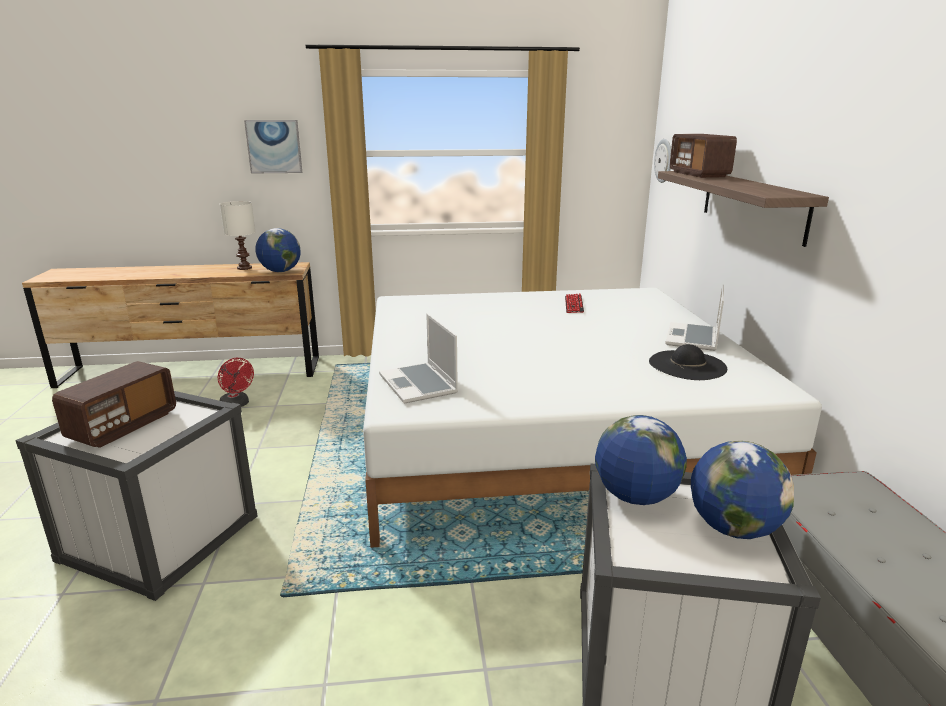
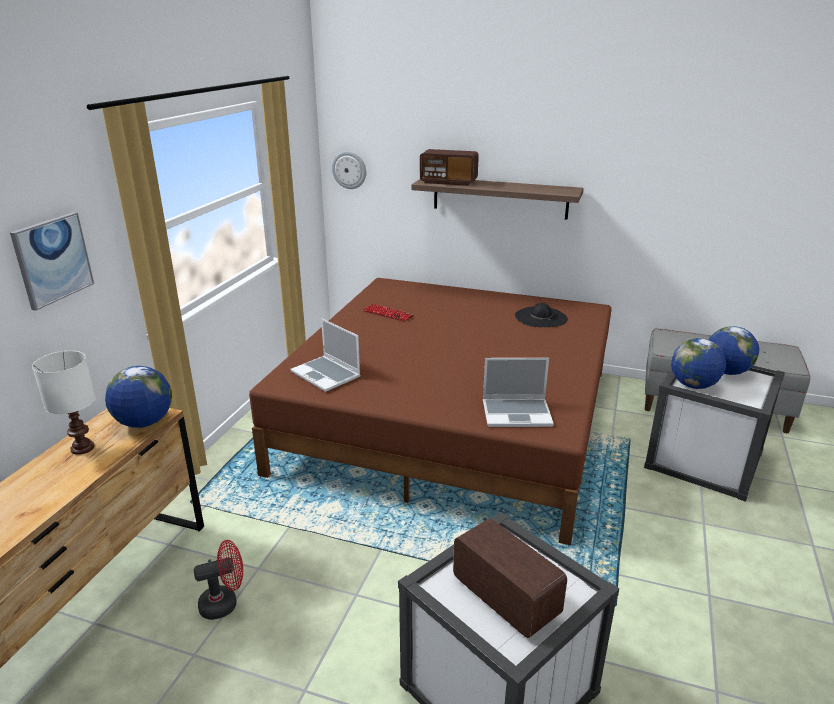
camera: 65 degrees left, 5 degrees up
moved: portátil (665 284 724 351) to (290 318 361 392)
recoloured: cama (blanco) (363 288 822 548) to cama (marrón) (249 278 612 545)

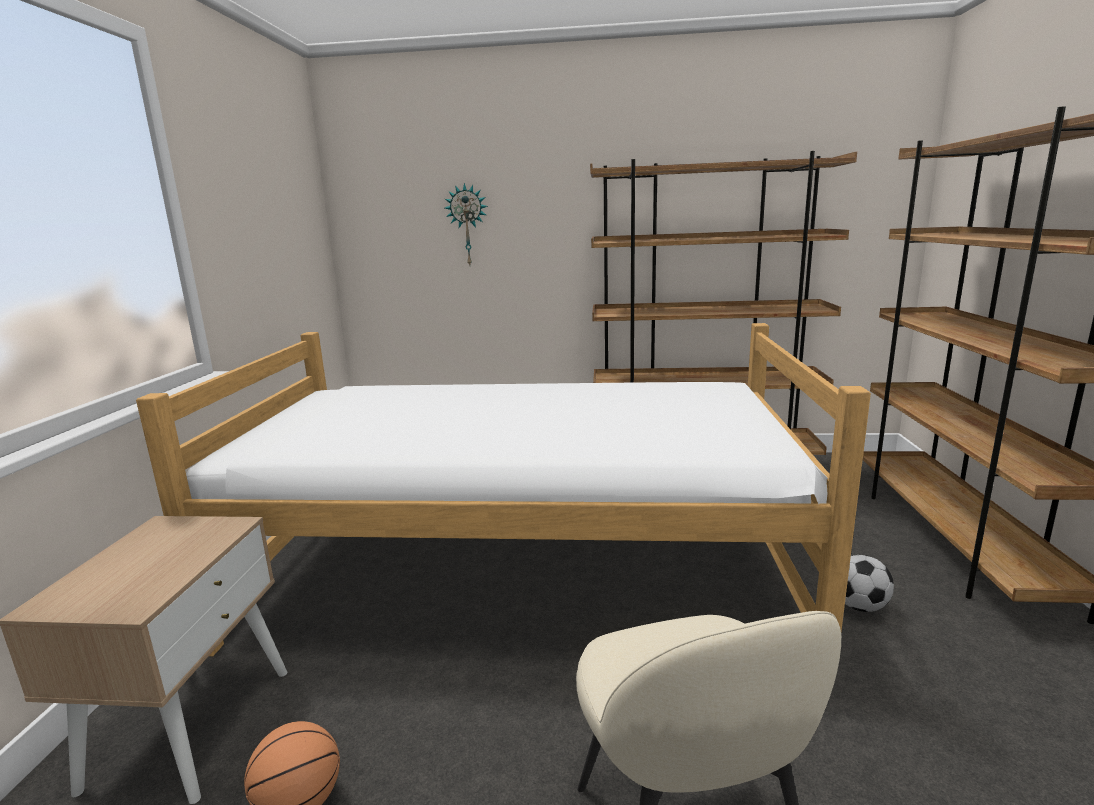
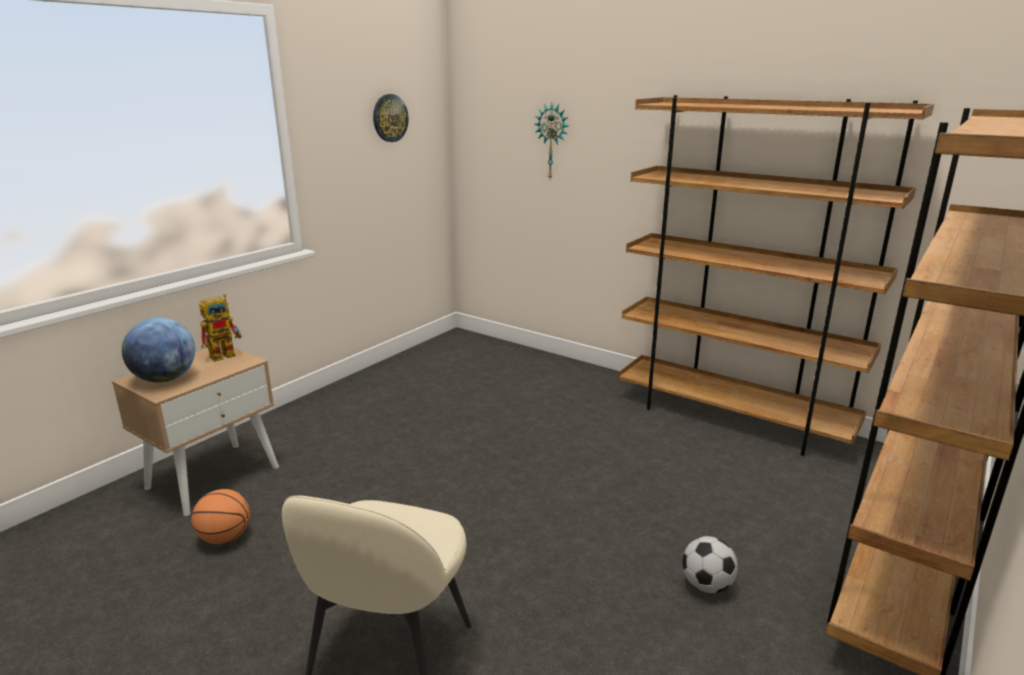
camera: 30 degrees right, 5 degrees up
removed: cama (136 323 871 656)
added: globo terráqueo (122 317 195 383); robot de juguete (199 294 242 362); reloj de pared (373 94 409 142)

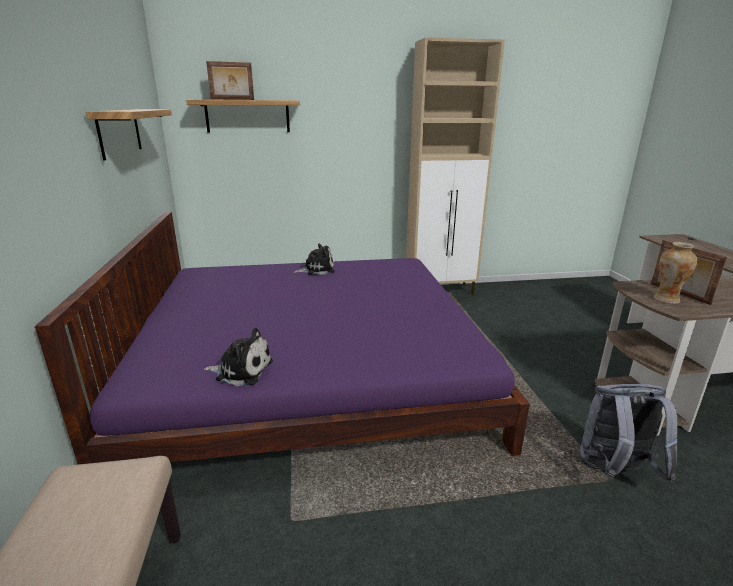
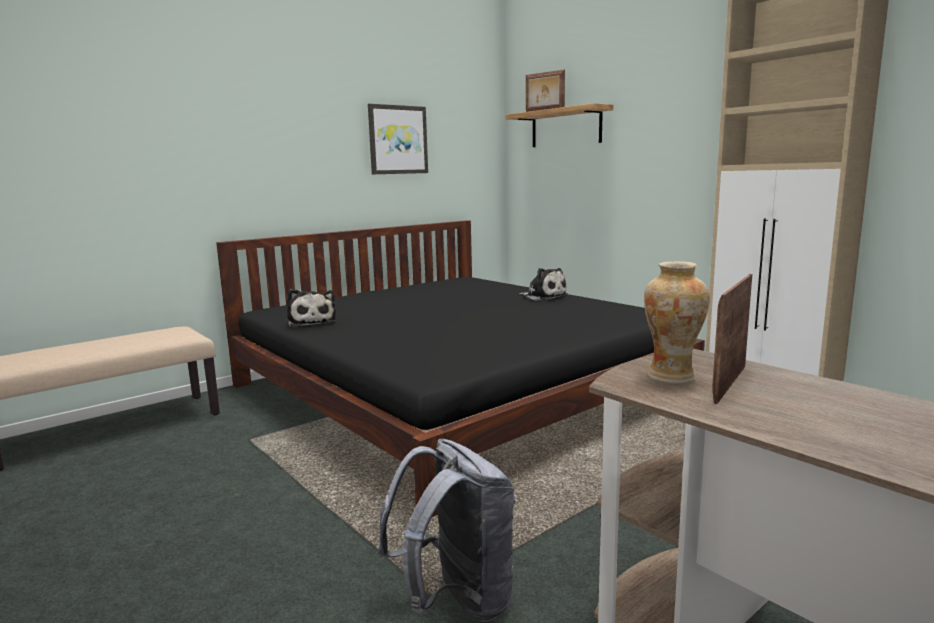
camera: 60 degrees right, 10 degrees down
replaced: estante (86 109 172 161) to cuadro (368 104 428 174)
recoloured: cama (morado) (35 212 530 464) to cama (negro) (216 220 705 517)

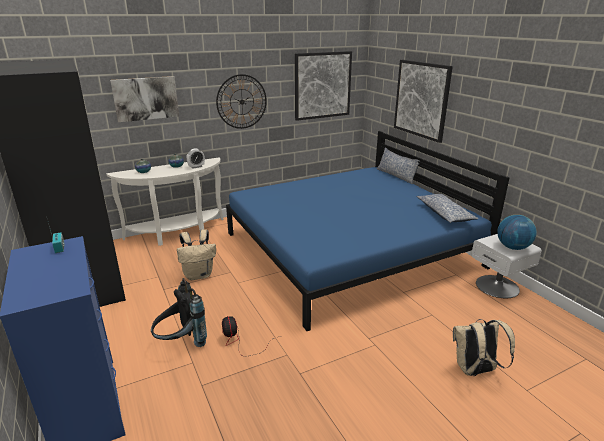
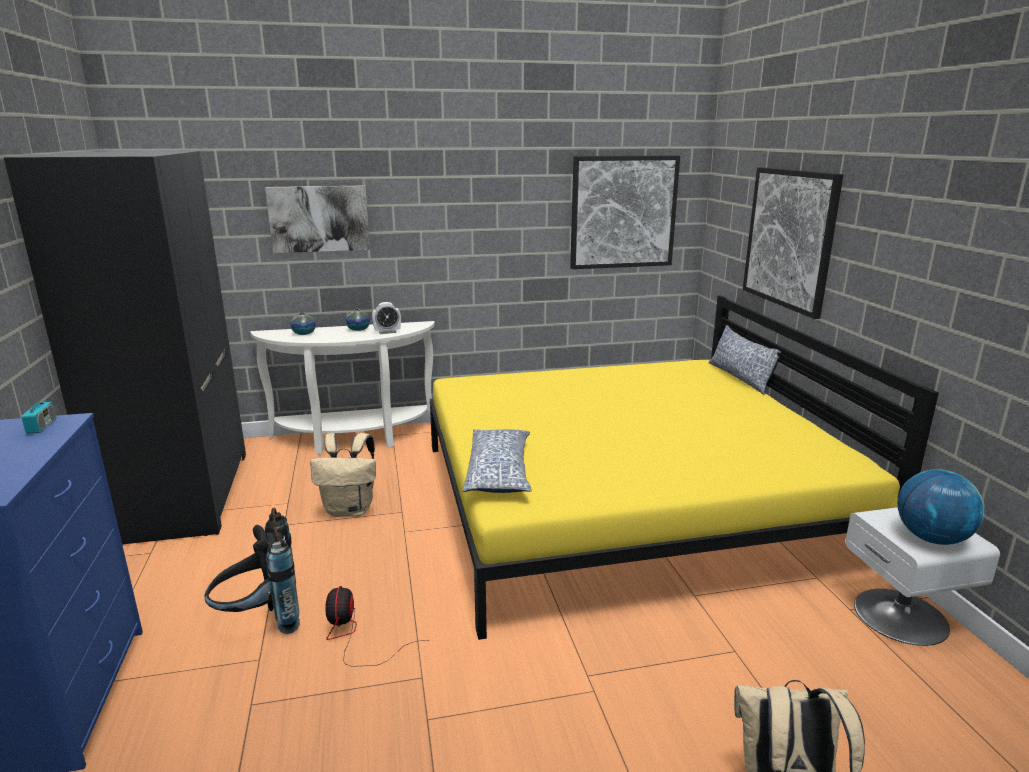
camera: 15 degrees right, 5 degrees down
removed: reloj de pared (216 74 267 129)
moved: cojín (416 194 478 223) to (463 429 532 493)
recoloured: cama (azul) (226 131 510 331) to cama (amarillo) (430 295 939 640)

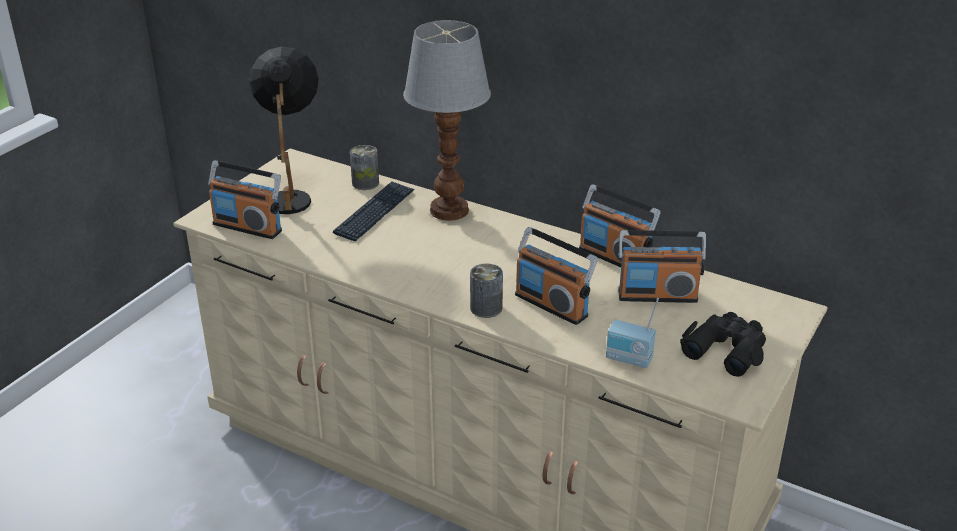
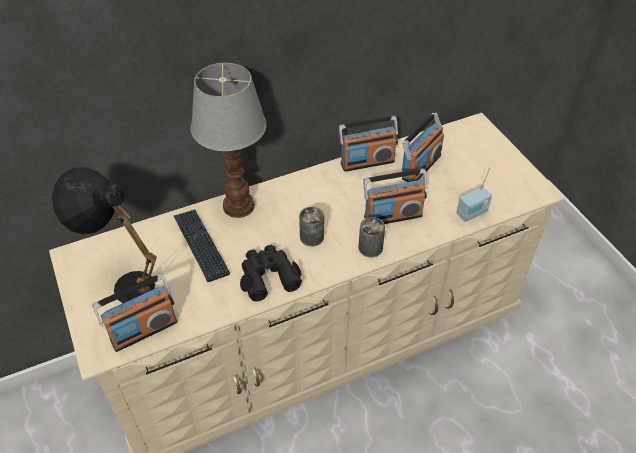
camera: 55 degrees left, 15 degrees up
moved: lata (350 145 379 190) to (299 207 324 246); prismáticos (negro) (680 312 766 377) to (240 245 302 301)

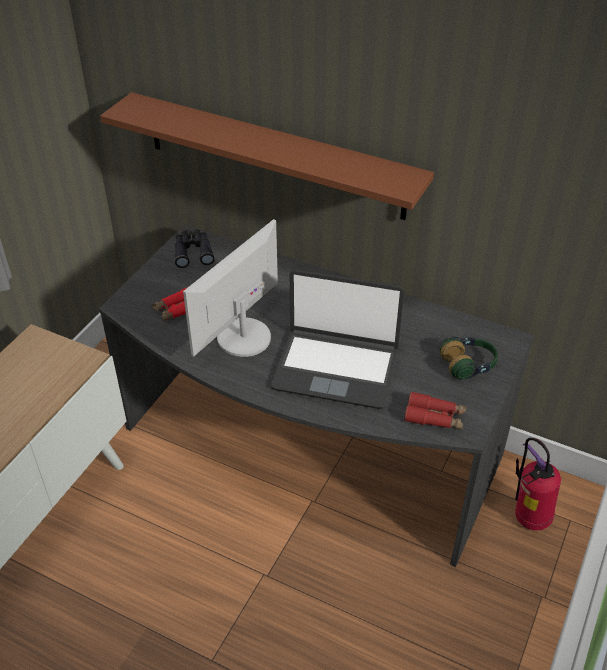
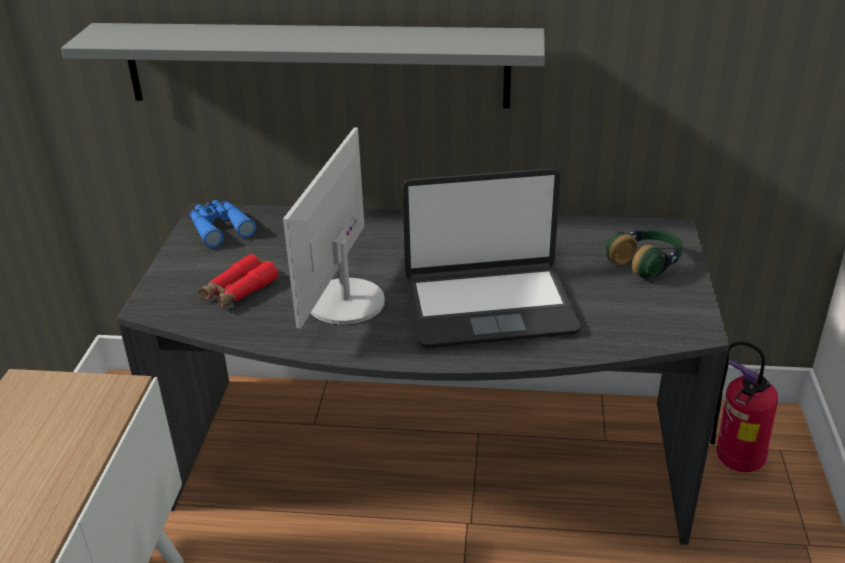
camera: 20 degrees left, 10 degrees down
removed: prismáticos (rojo) (404 392 467 429)
recoloured: estante (marrón) (100 92 434 220) to estante (gris) (61 23 545 108); prismáticos (negro) (175 229 215 268) to prismáticos (azul) (190 200 256 248)

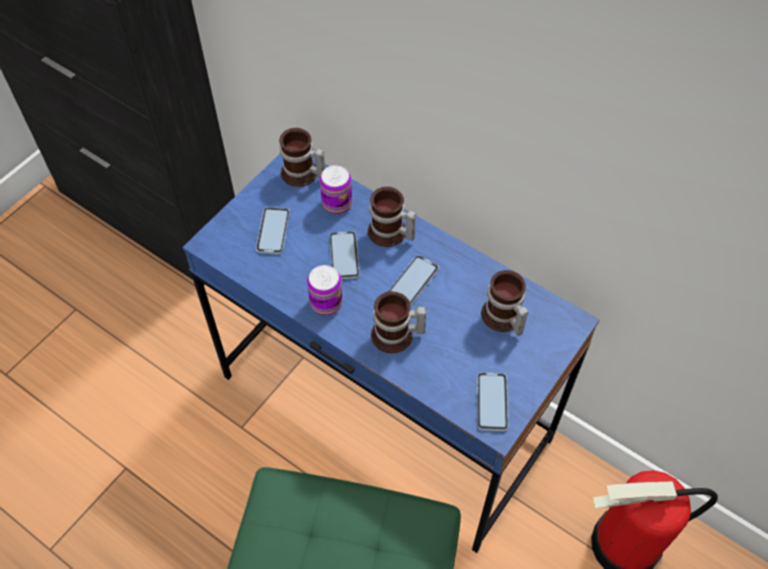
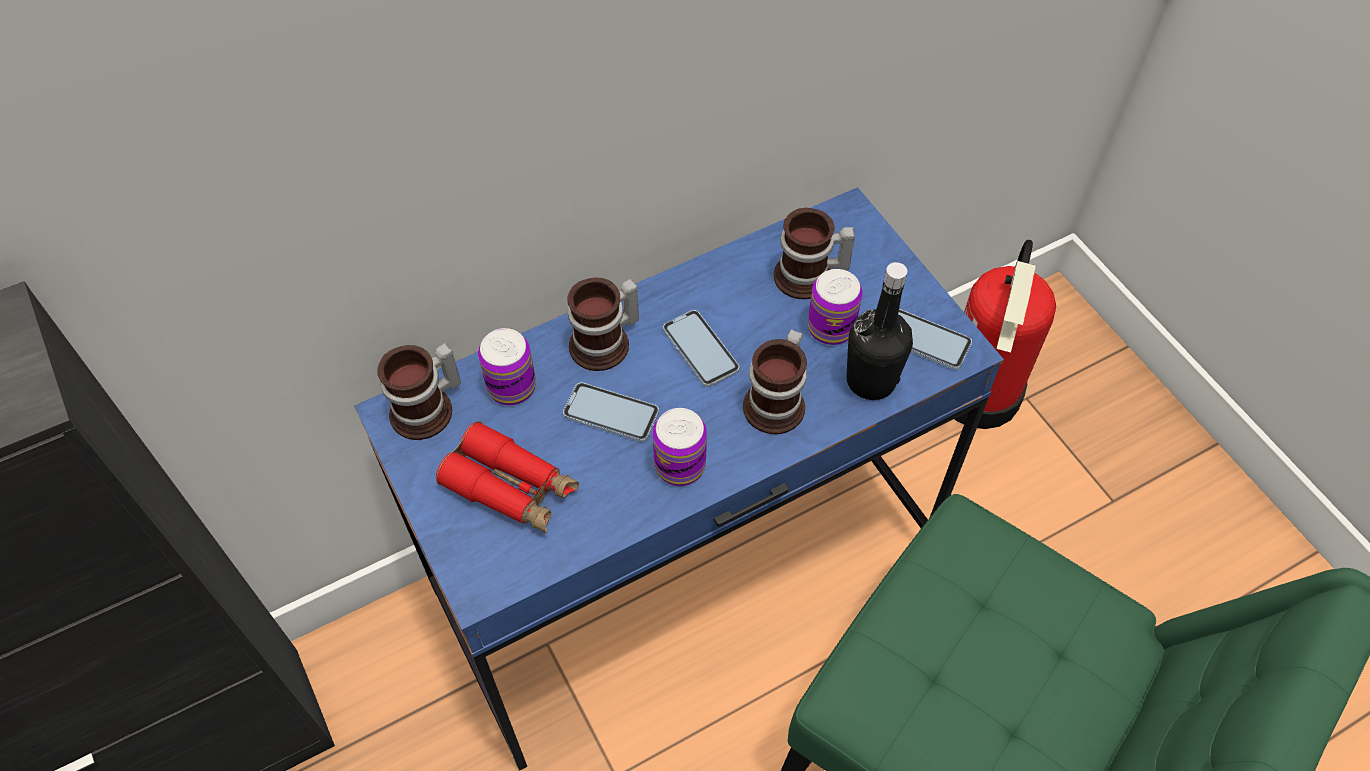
camera: 65 degrees left, 0 degrees up
added: lata (808 269 862 345); botella (negro) (846 262 913 400)
replaced: móvil (256 207 290 254) to prismáticos (rojo) (436 421 579 533)

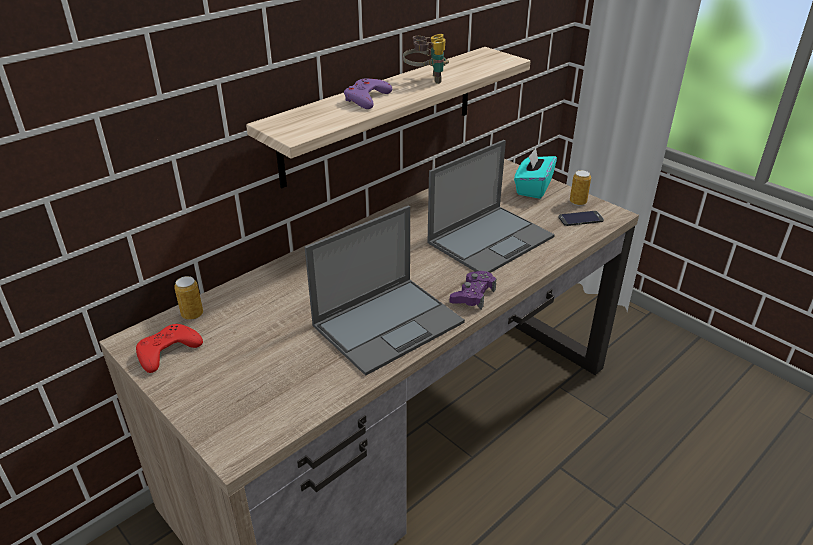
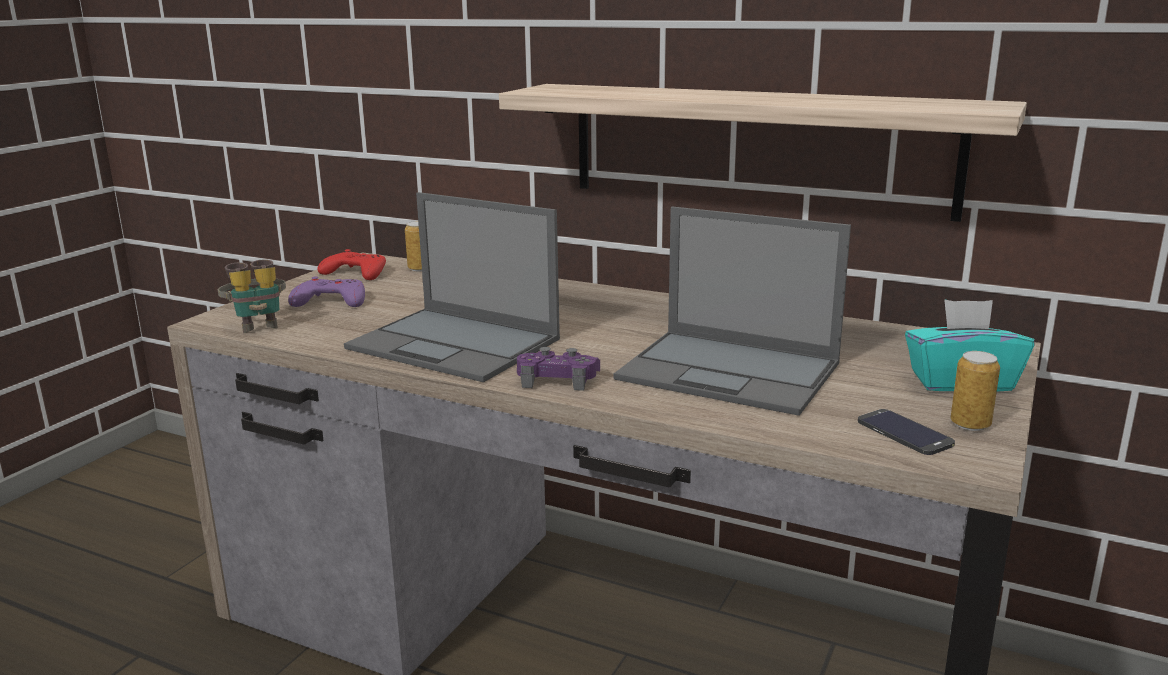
camera: 70 degrees right, 15 degrees down
moved: mando de consola (morado) (344 79 392 109) to (288 276 365 307); prismáticos (403 34 449 84) to (218 260 286 333)

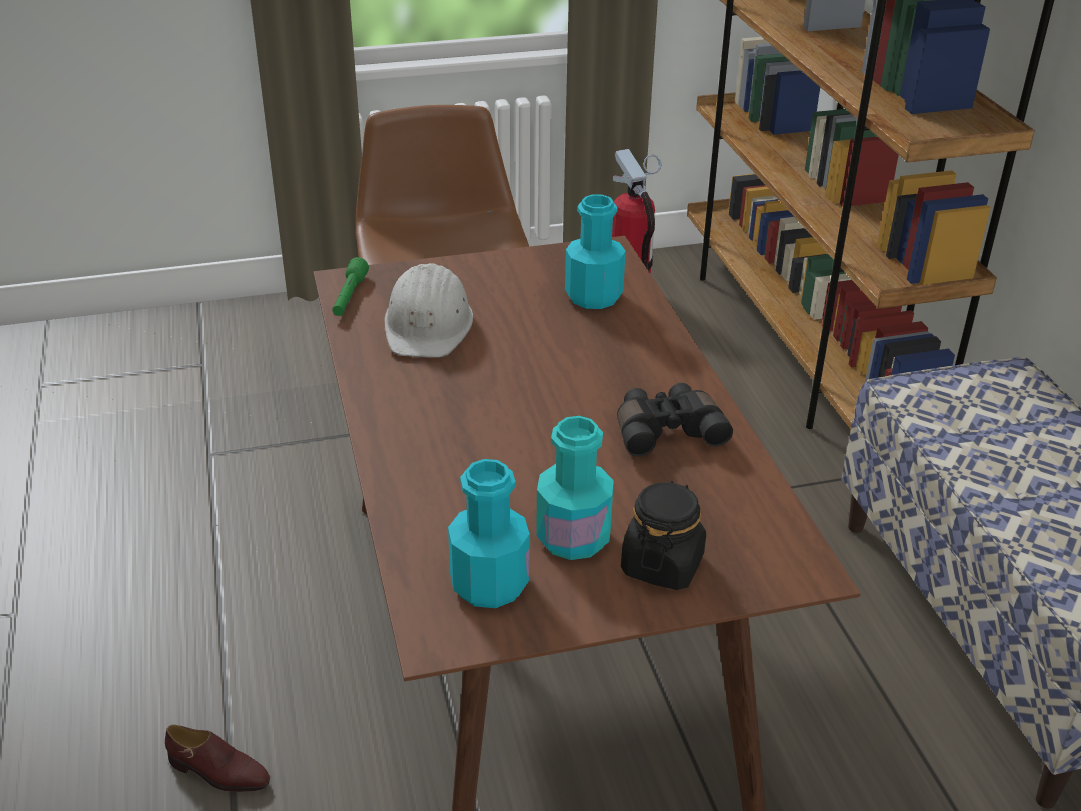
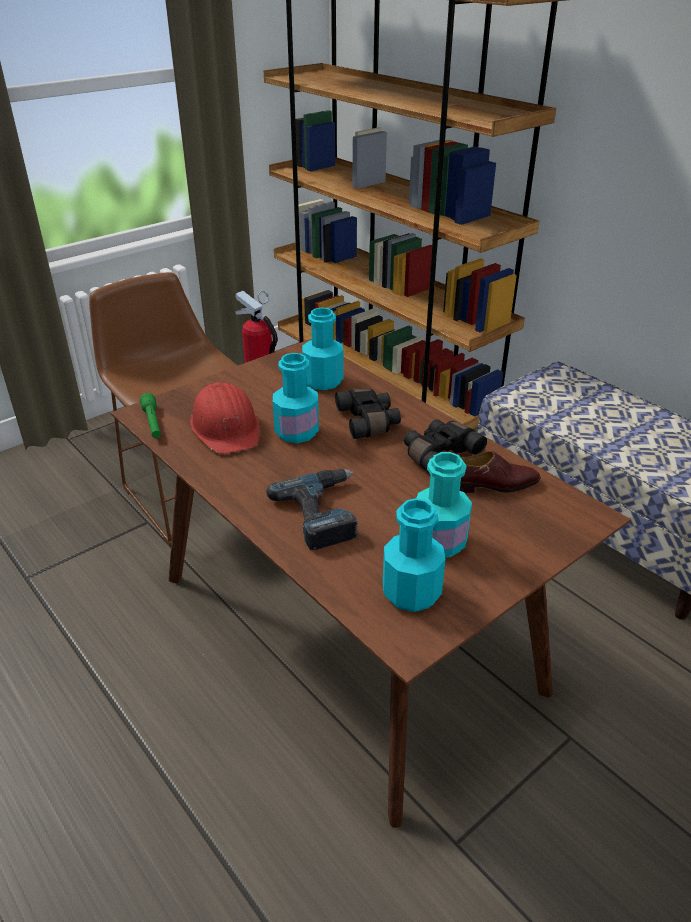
camera: 25 degrees left, 0 degrees up
removed: tarro (negro) (621 481 706 590)
added: taladro (266 469 358 550); botella (turquesa) (273 353 319 443); prismáticos (negro) (335 389 401 439)
moved: zapato (marrón) (165 725 270 792) to (460 451 541 493)
recoloured: casco (blanco) (384 263 473 358) to casco (rojo) (190 382 260 454)

